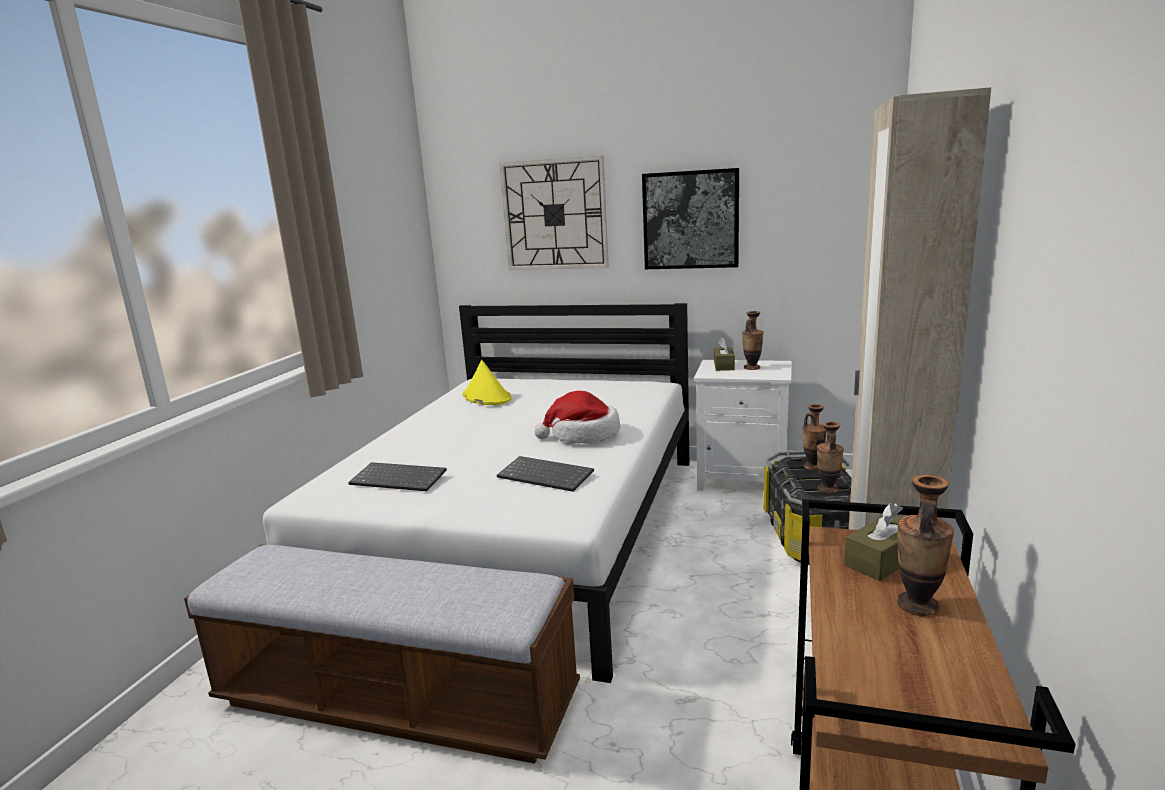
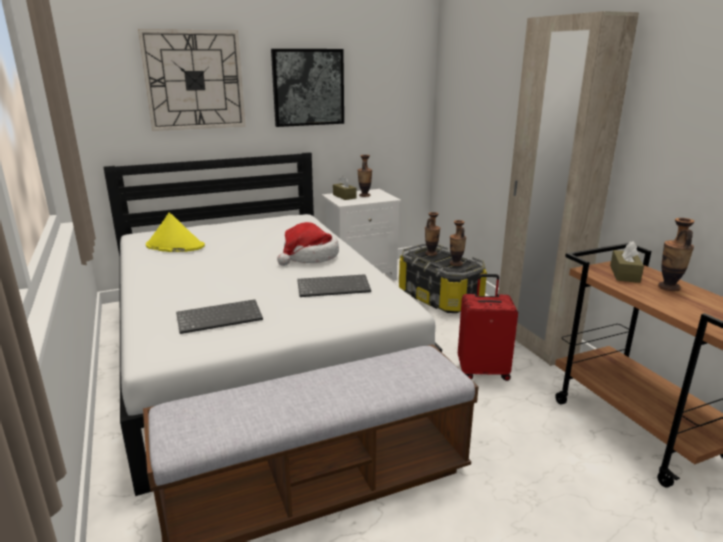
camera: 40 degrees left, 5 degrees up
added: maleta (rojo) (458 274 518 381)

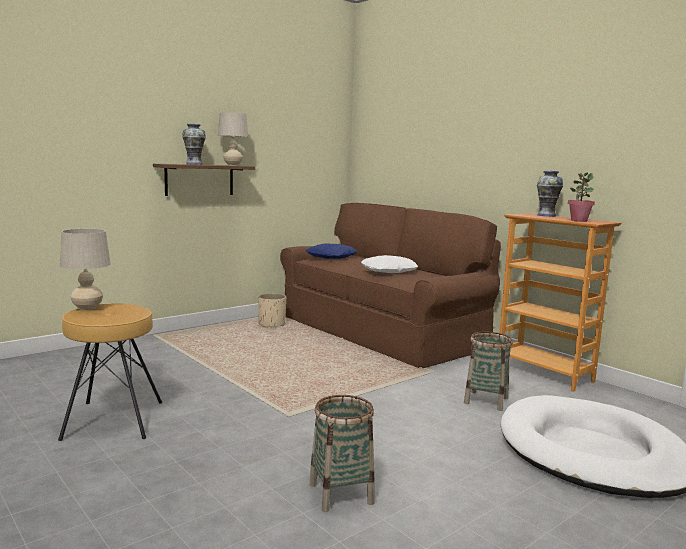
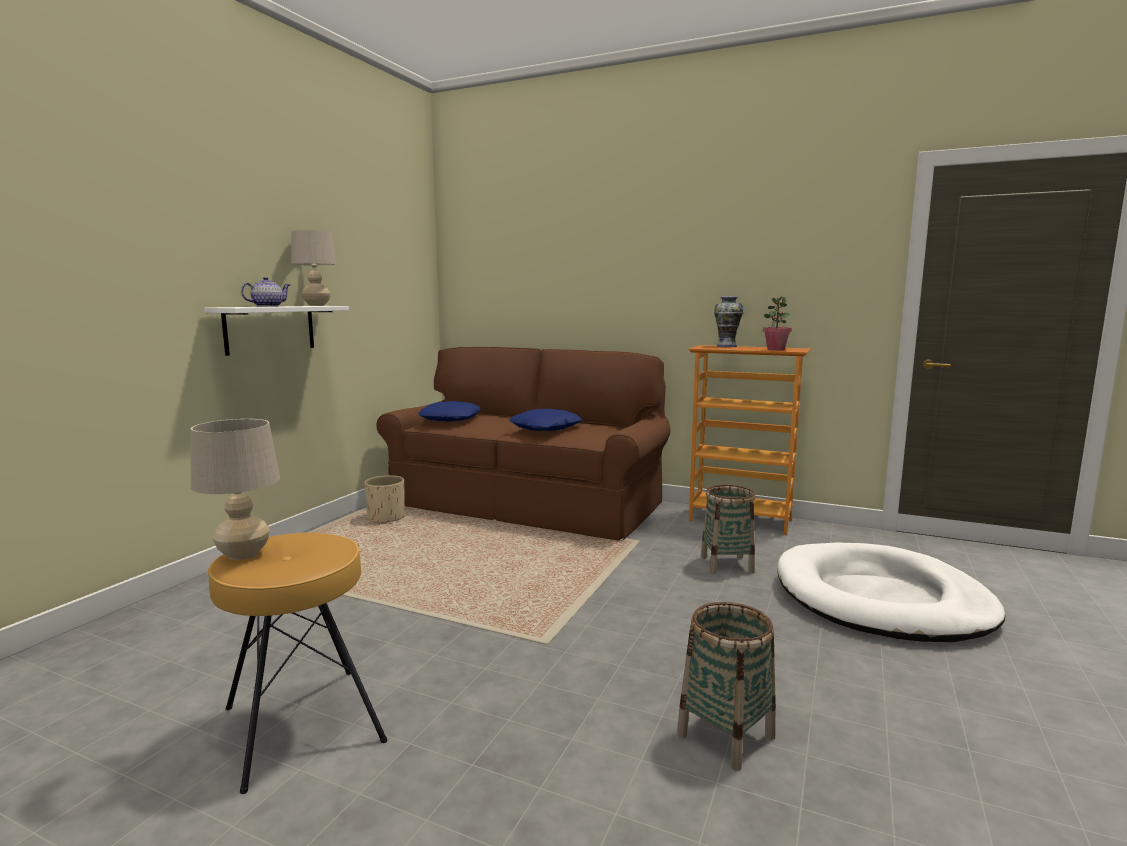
camera: 25 degrees left, 0 degrees up
replaced: florero (182 124 206 165) to tetera (241 277 290 307)
recoloured: estante (marrón) (153 164 255 196) to estante (blanco) (204 306 349 356); cojín (blanco) (361 255 418 273) to cojín (azul) (509 409 582 431)

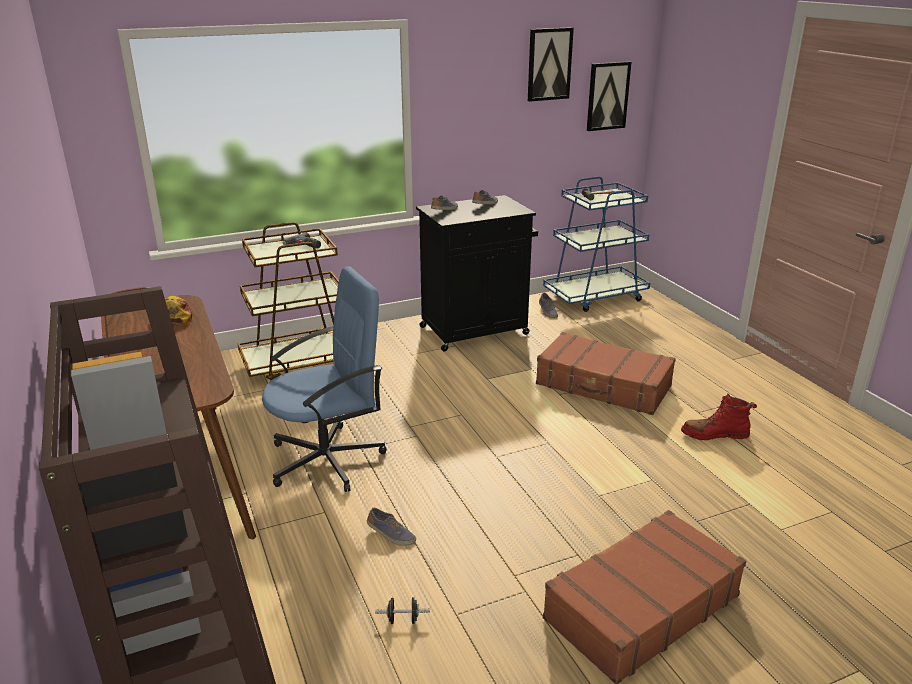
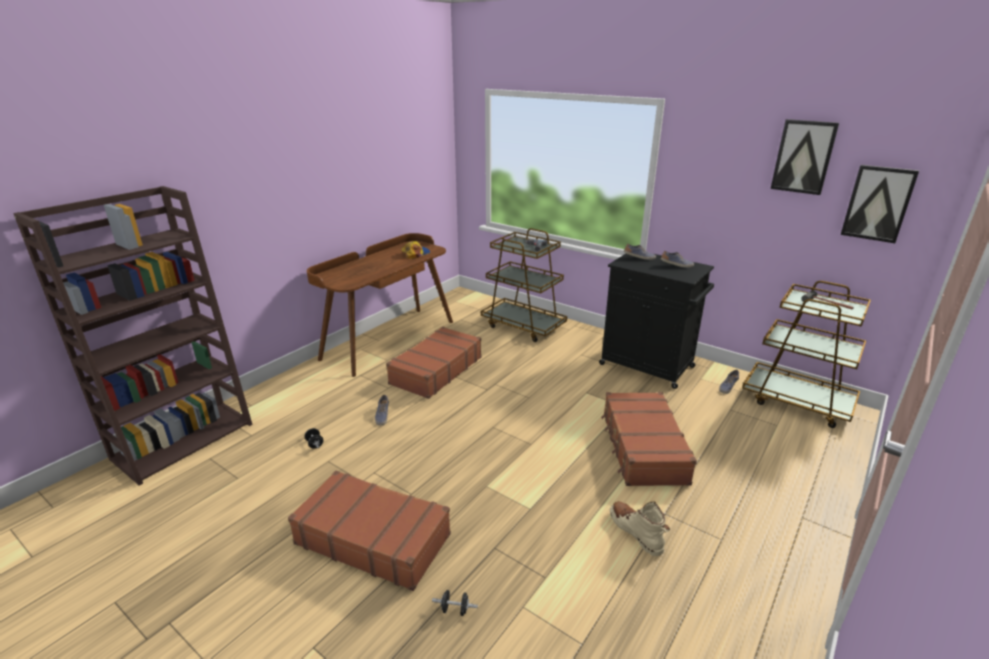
camera: 60 degrees right, 0 degrees up
added: mancuerna (negro) (432 590 478 616)
replaced: silla de oficina (azul) (262 266 387 492) to maleta (marrón) (386 327 482 399)
recoloured: carrito (azul) (543 176 650 312) to carrito (marrón) (742 281 871 428); bota (rojo) (681 393 757 440) to bota (beis) (610 501 670 556)

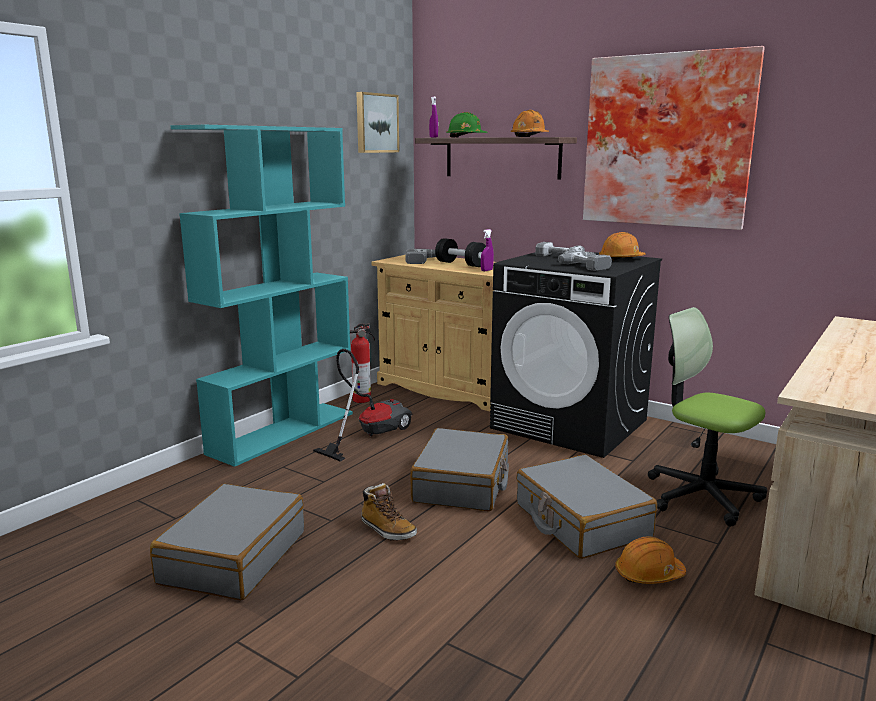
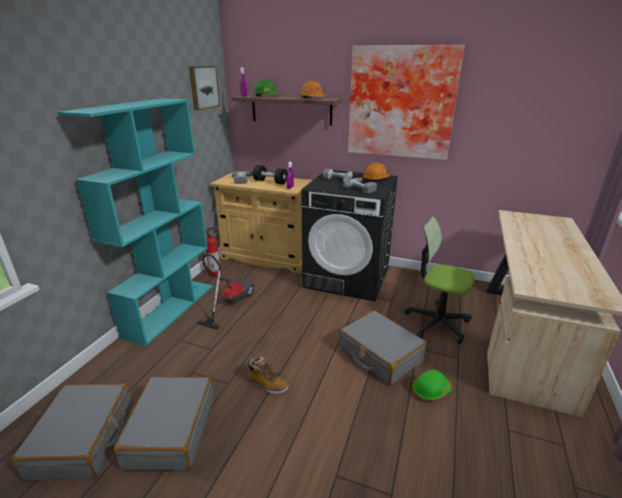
camera: 15 degrees left, 10 degrees up
moved: maleta (gris) (410 428 509 511) to (11 383 132 481)
recoloured: casco (naranja) (615 536 686 584) to casco (verde) (412 369 452 401)

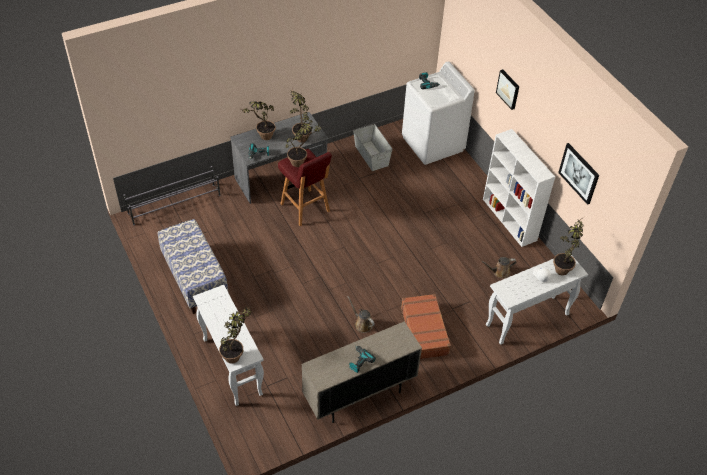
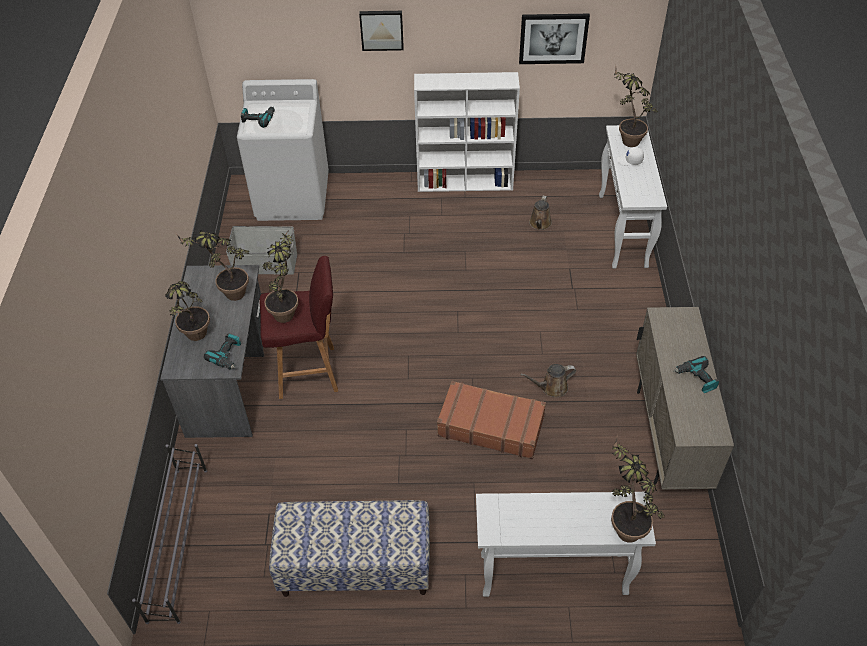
camera: 60 degrees left, 0 degrees up
moved: maleta (marrón) (401 294 451 359) to (437 381 546 459)

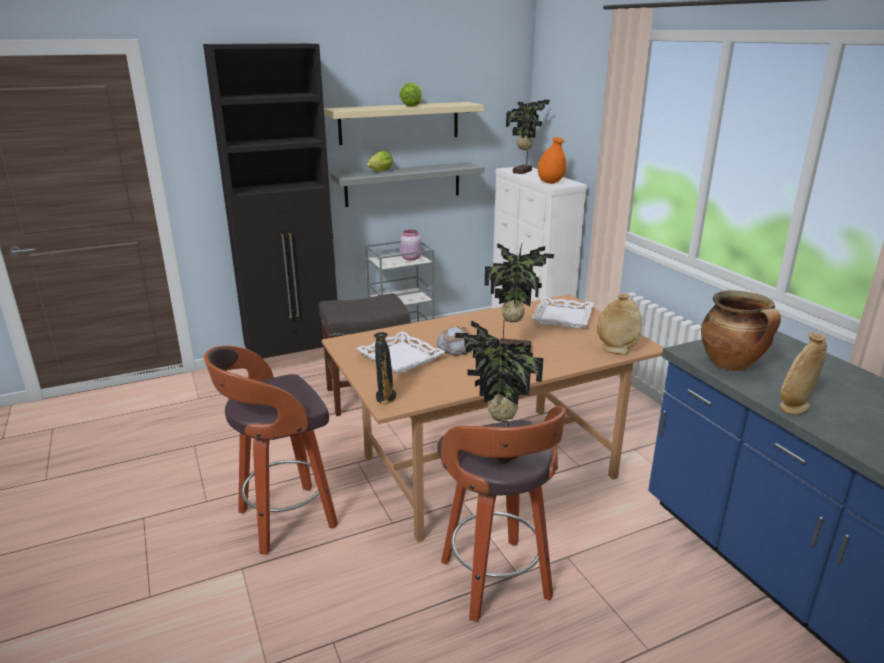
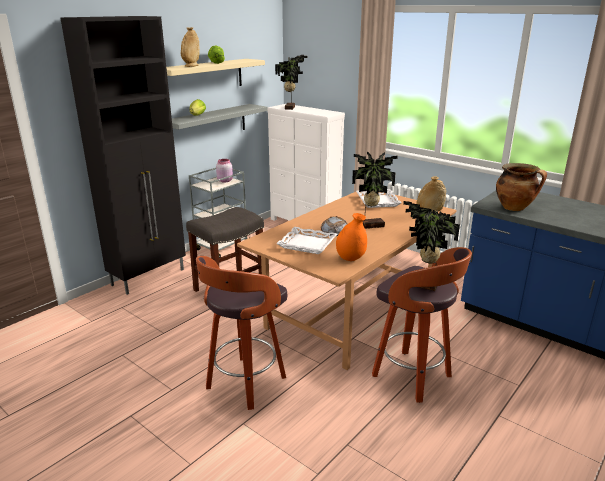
camera: 25 degrees left, 0 degrees up
removed: florero (negro) (374 332 396 404)
moved: florero (naranja) (538 137 566 184) to (336 213 367 261); florero (beis) (780 332 827 415) to (180 27 200 67)

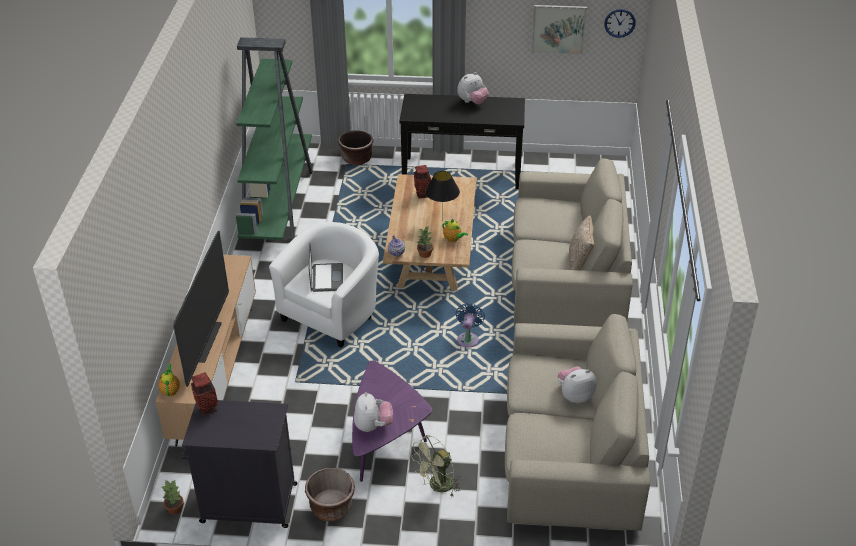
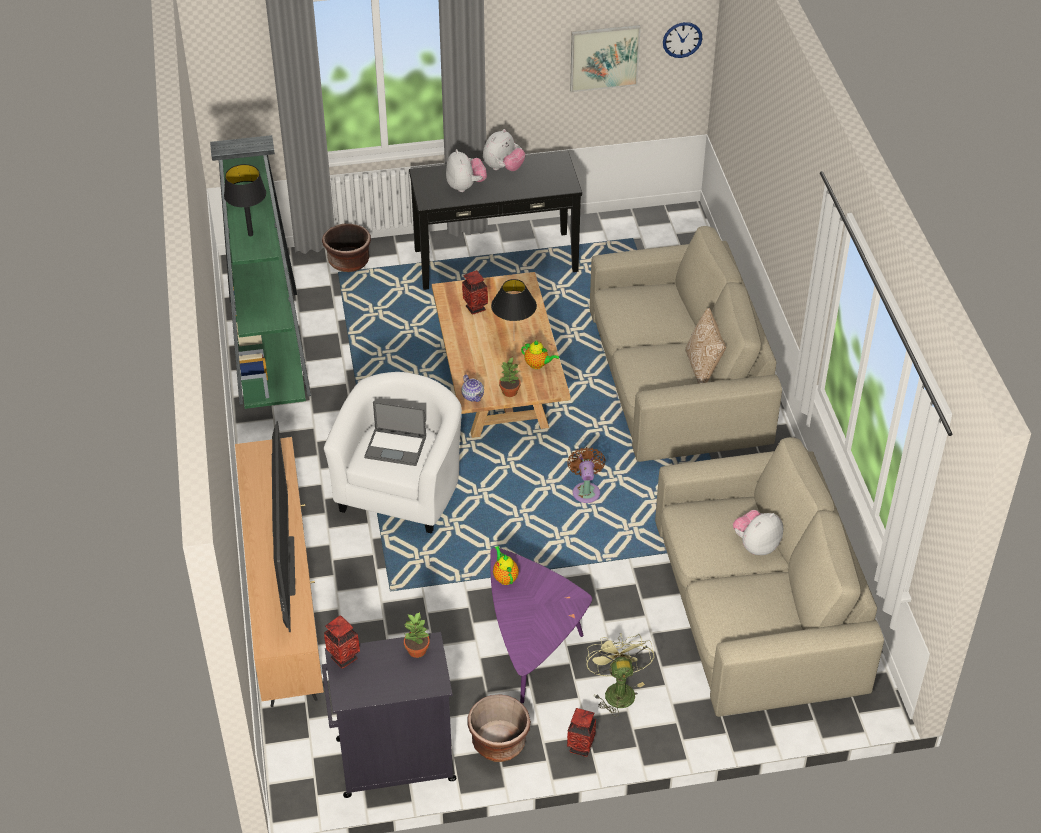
camera: 15 degrees left, 5 degrees up
added: lámpara de mesa (negro) (224 164 266 236); florero (567 708 596 757)
moved: tetera (158 364 180 396) to (493 546 519 585); planta en maceta (162 480 184 514) to (404 612 430 658); peluche (354 392 393 432) to (446 149 487 192)
recoloured: ventilador (azul) (456 303 485 348) to ventilador (marrón) (567 447 606 503)
turned: portátil (309 243 343 292) = (364 401 426 466) 120 degrees clockwise; ventilador (verde) (411 435 461 496) = (586 633 654 717) 135 degrees clockwise

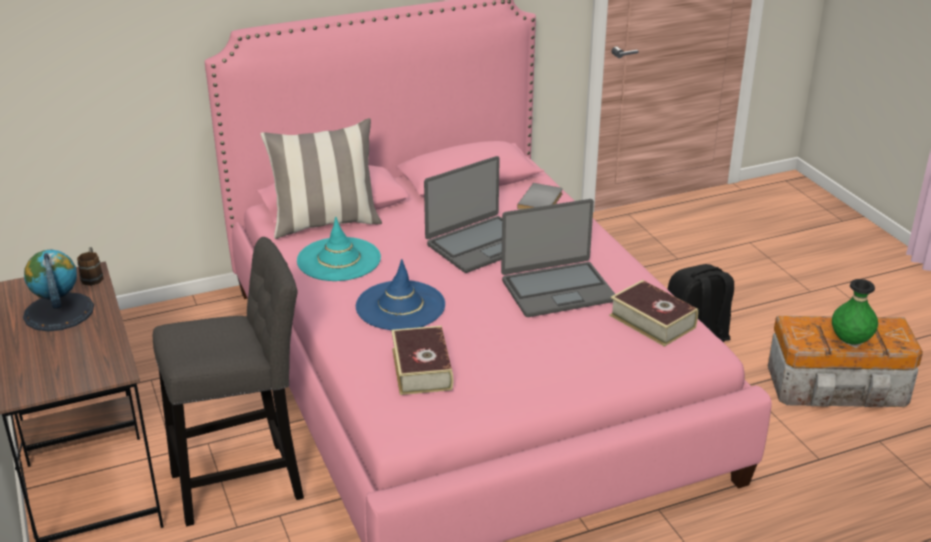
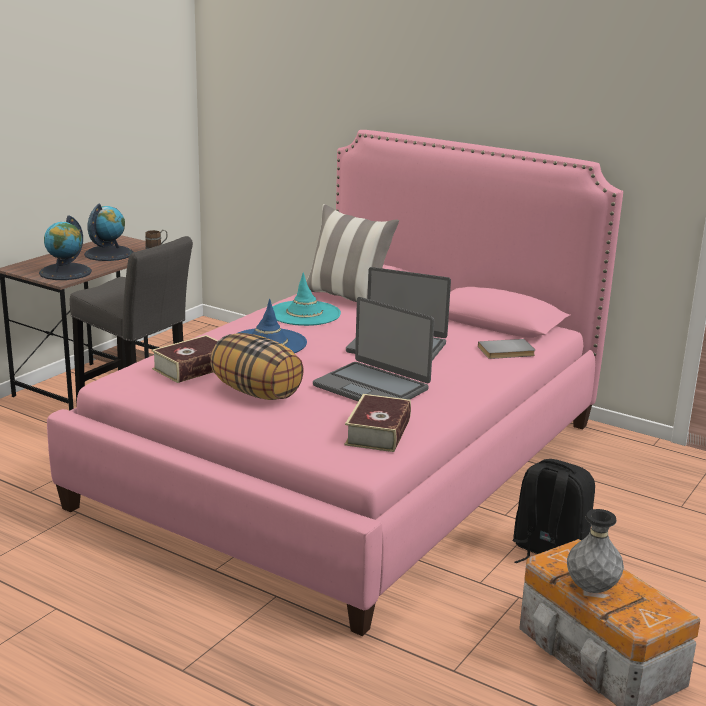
camera: 55 degrees right, 10 degrees down
added: globo terráqueo (39 216 92 280); cojín (210 333 304 400)
recoloured: florero (verde) (832 279 878 345) to florero (gris) (567 509 624 593)

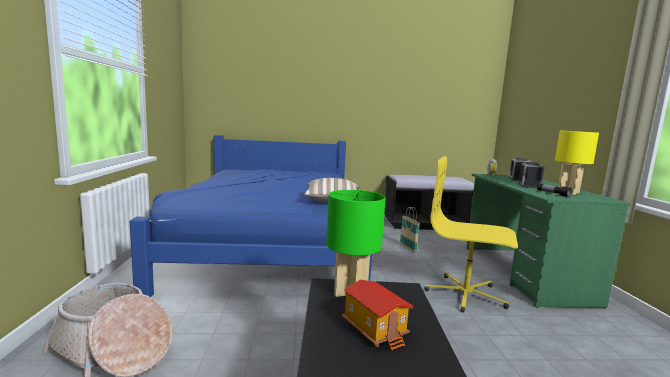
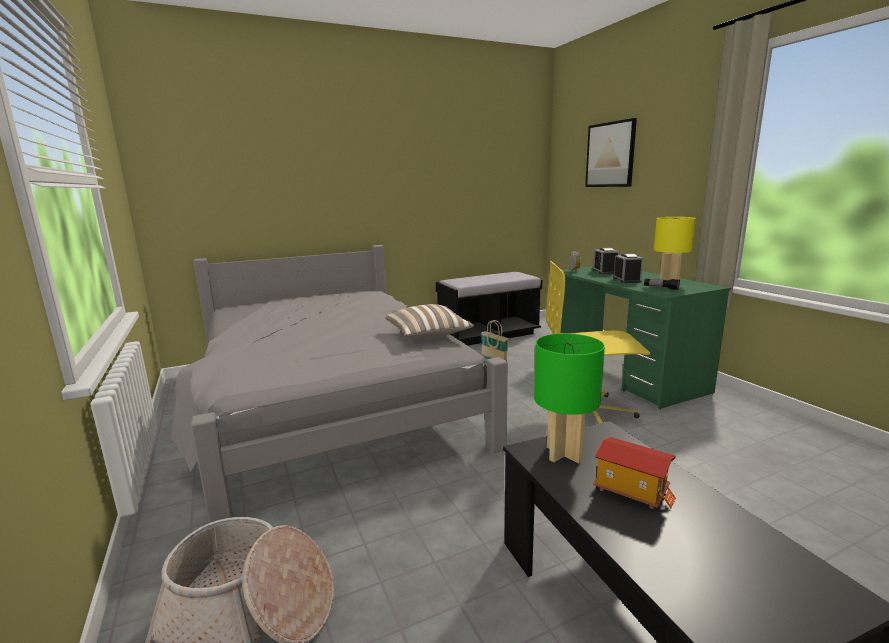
camera: 20 degrees left, 5 degrees up
added: cuadro (585 118 637 187)
recoloured: cama (azul) (130 135 372 297) to cama (gris) (171 245 508 523)

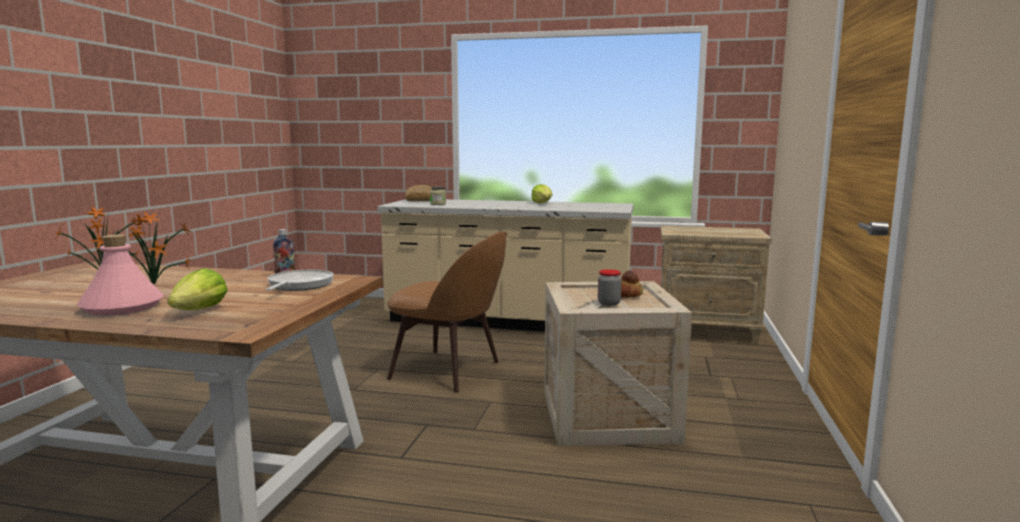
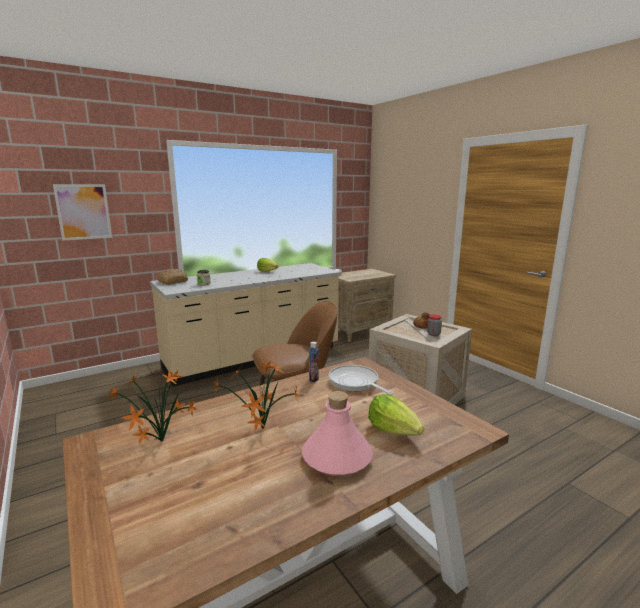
camera: 45 degrees left, 5 degrees up
added: cuadro (53 184 112 241)

